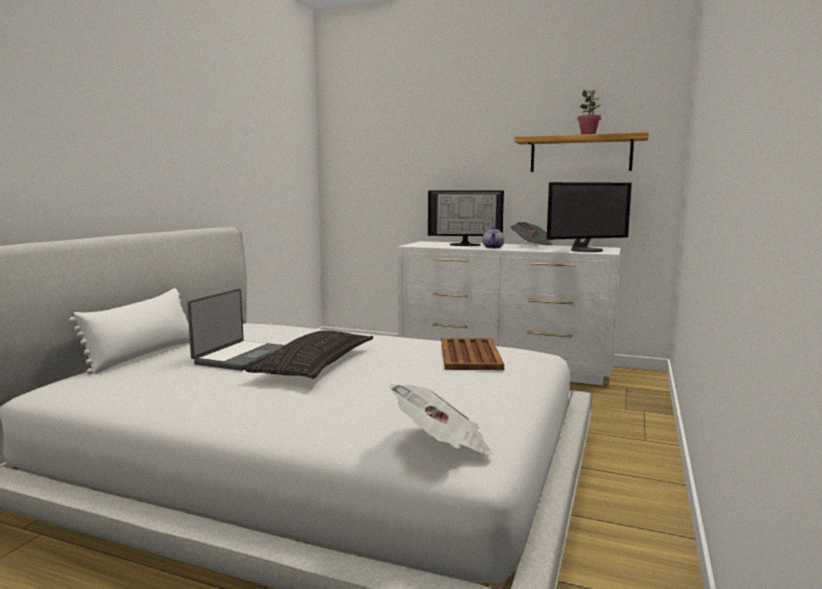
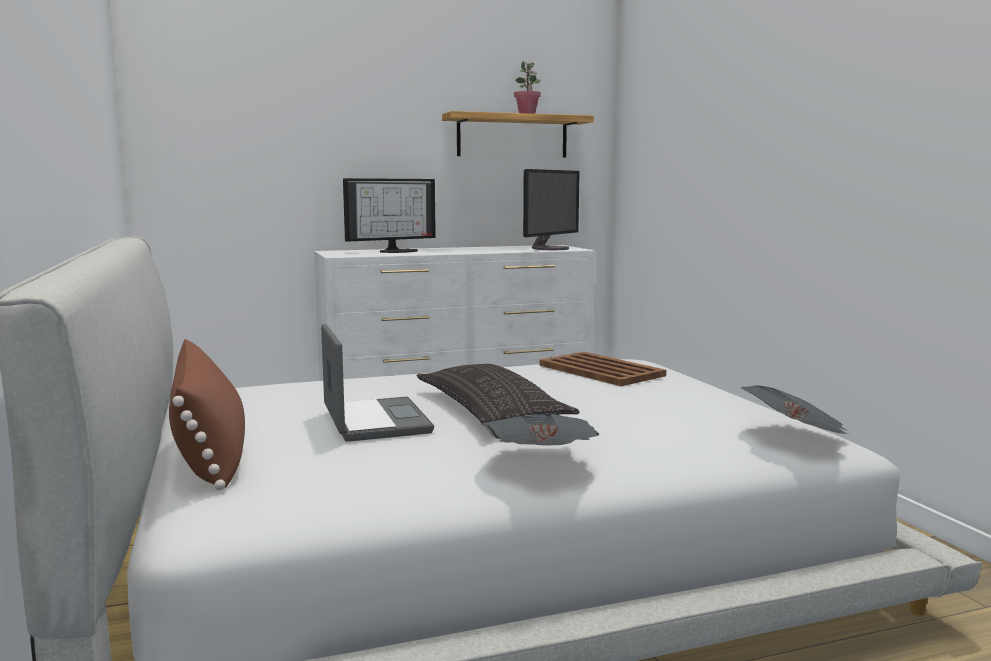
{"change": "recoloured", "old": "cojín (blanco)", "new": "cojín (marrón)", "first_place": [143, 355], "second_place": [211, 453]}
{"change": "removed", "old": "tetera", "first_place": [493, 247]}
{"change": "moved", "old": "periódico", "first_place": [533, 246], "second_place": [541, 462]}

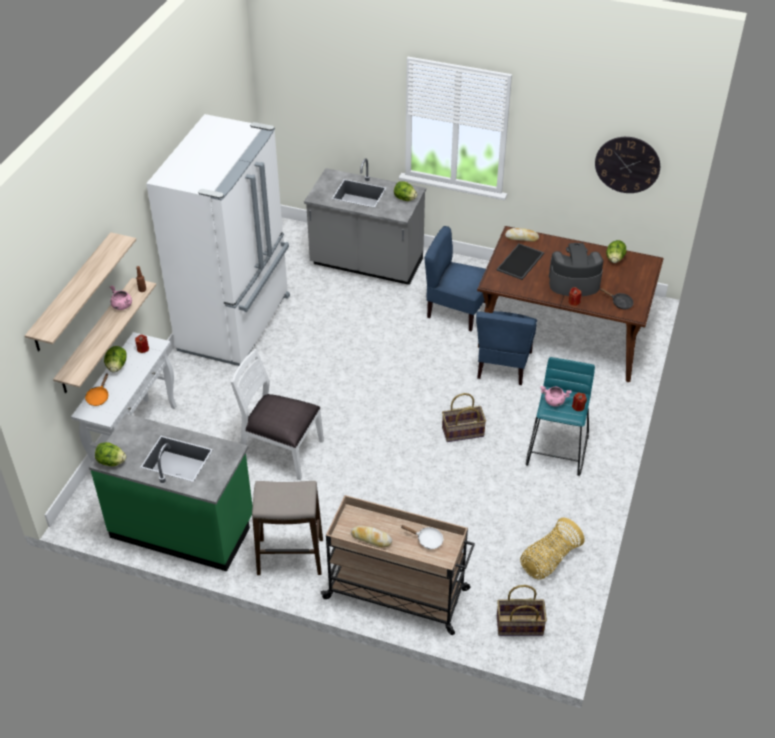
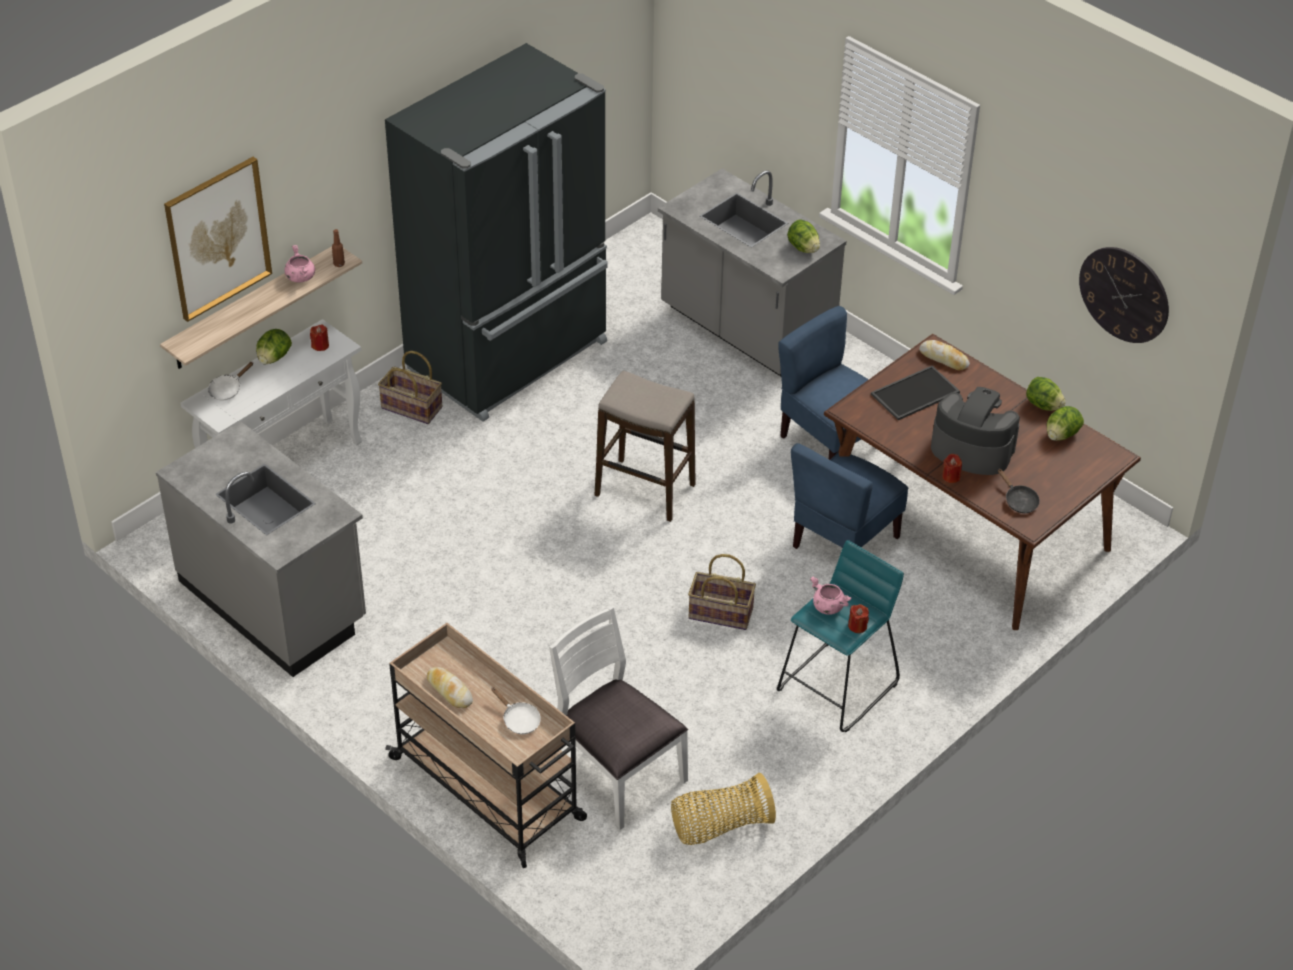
{"change": "replaced", "old": "estante", "new": "cuadro", "first_place": [72, 293], "second_place": [217, 238]}
{"change": "recoloured", "old": "sartén (naranja)", "new": "sartén (blanco)", "first_place": [98, 397], "second_place": [228, 389]}
{"change": "recoloured", "old": "mueble bajo de cocina (verde)", "new": "mueble bajo de cocina (gris)", "first_place": [183, 527], "second_place": [274, 602]}
{"change": "moved", "old": "lechuga", "first_place": [111, 462], "second_place": [1043, 405]}
{"change": "recoloured", "old": "nevera (blanco)", "new": "nevera (negro)", "first_place": [237, 323], "second_place": [510, 356]}
{"change": "moved", "old": "silla (blanco)", "first_place": [281, 450], "second_place": [616, 772]}
{"change": "moved", "old": "taburete", "first_place": [290, 557], "second_place": [645, 490]}
{"change": "moved", "old": "cesta", "first_place": [519, 626], "second_place": [411, 408]}

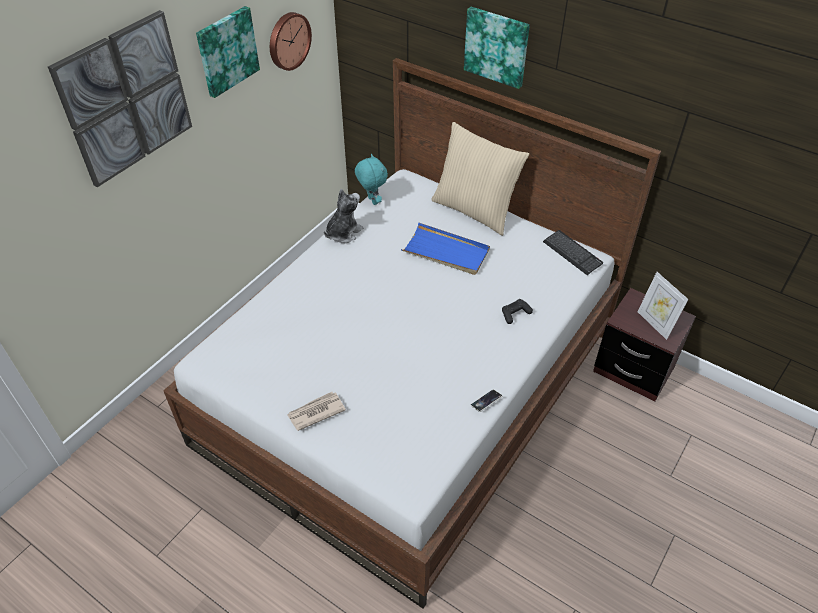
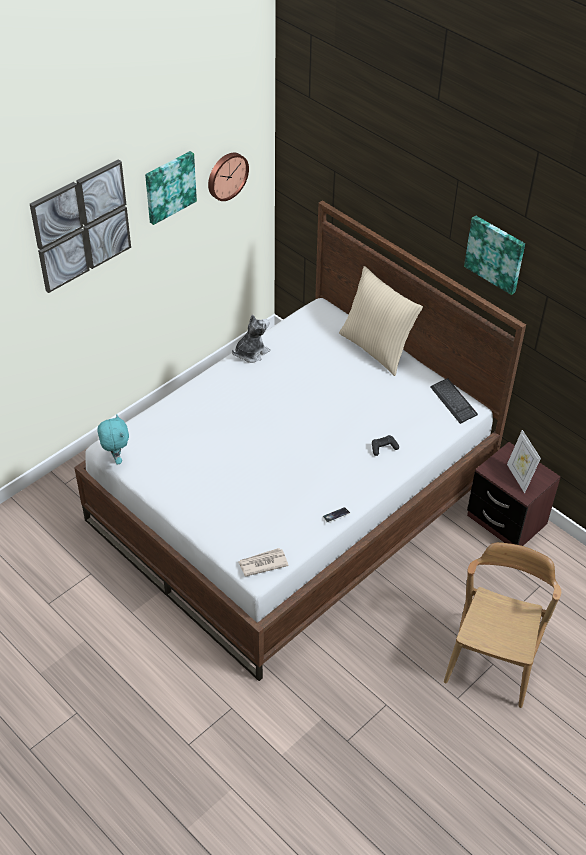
{"change": "moved", "old": "periódico", "first_place": [315, 412], "second_place": [262, 563]}
{"change": "moved", "old": "peluche (turquesa)", "first_place": [372, 201], "second_place": [116, 458]}
{"change": "removed", "old": "bandeja (azul)", "first_place": [446, 252]}
{"change": "moved", "old": "cuadro", "first_place": [497, 46], "second_place": [495, 253]}
{"change": "added", "new": "silla (marrón)", "second_place": [493, 659]}

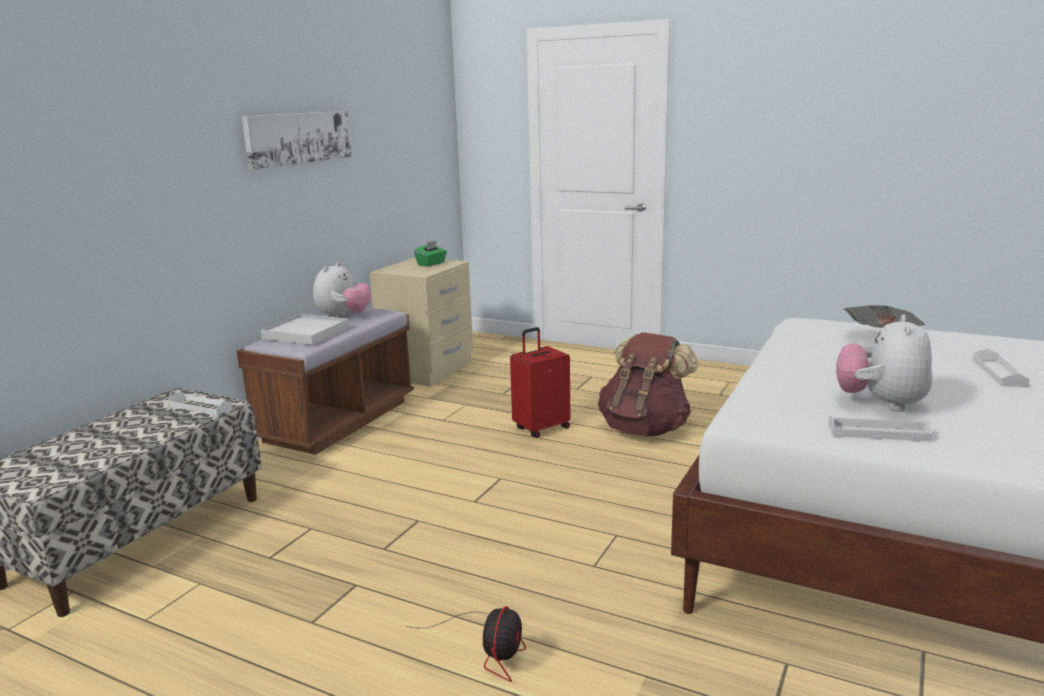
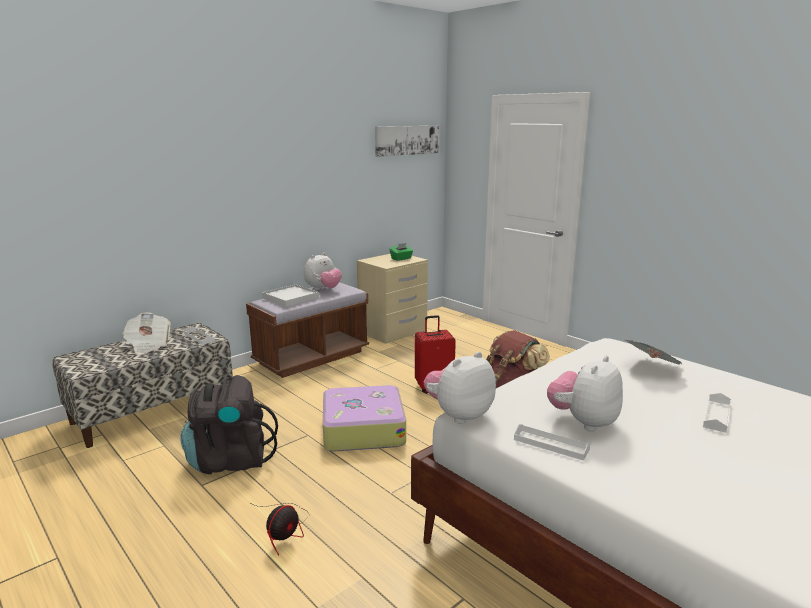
{"change": "moved", "old": "cuadro", "first_place": [298, 138], "second_place": [407, 140]}
{"change": "added", "new": "periódico", "second_place": [148, 345]}
{"change": "added", "new": "mochila (negro)", "second_place": [230, 460]}
{"change": "added", "new": "maleta", "second_place": [362, 429]}
{"change": "added", "new": "peluche", "second_place": [458, 415]}

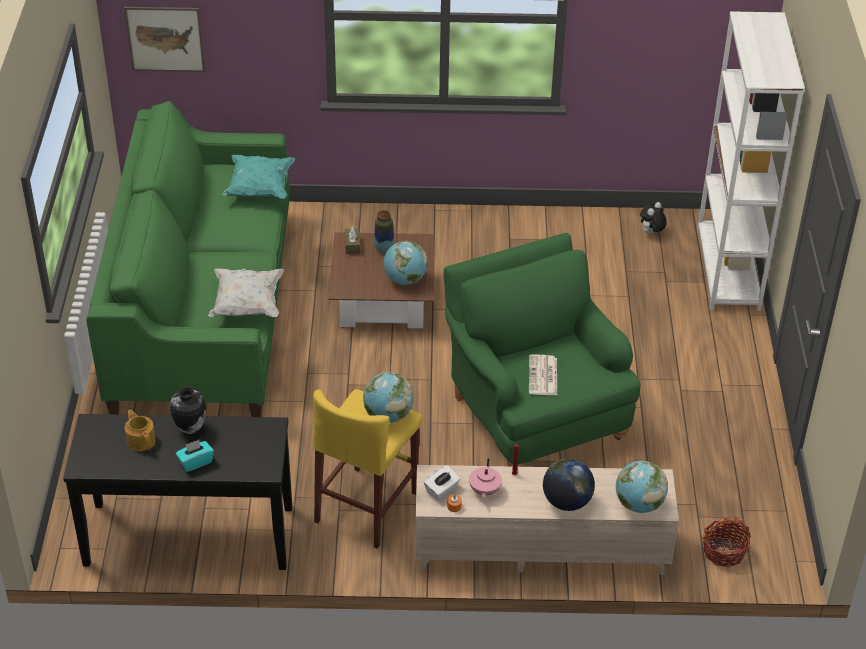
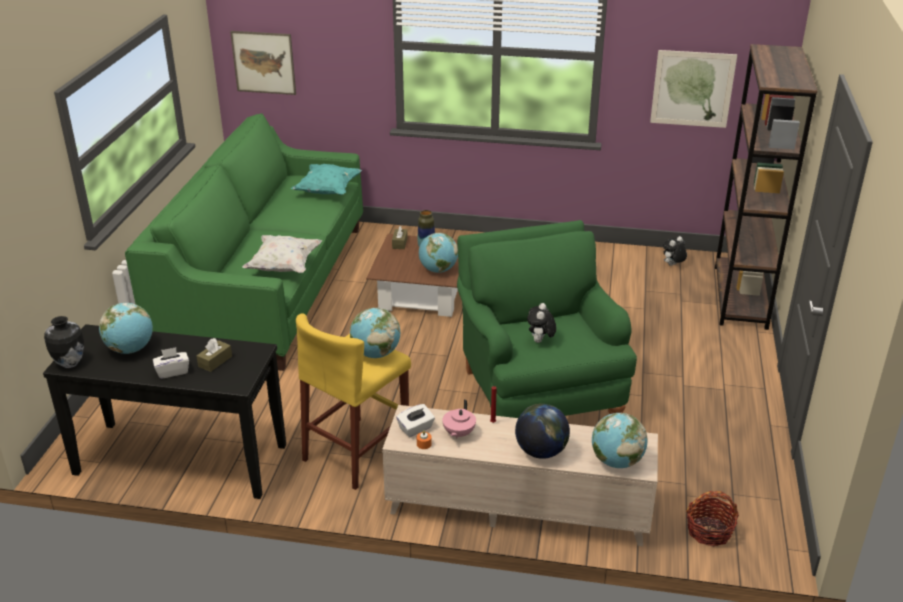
{"change": "replaced", "old": "tetera", "new": "globo terráqueo", "first_place": [141, 440], "second_place": [130, 349]}
{"change": "moved", "old": "florero", "first_place": [190, 429], "second_place": [69, 364]}
{"change": "recoloured", "old": "caja de pañuelos (turquesa)", "new": "caja de pañuelos (blanco)", "first_place": [195, 462], "second_place": [172, 371]}
{"change": "replaced", "old": "periódico", "new": "peluche", "first_place": [543, 376], "second_place": [540, 341]}
{"change": "recoloured", "old": "estantería (blanco)", "new": "estantería (marrón)", "first_place": [728, 270], "second_place": [740, 297]}
{"change": "added", "new": "caja de pañuelos (marrón)", "second_place": [215, 361]}
{"change": "added", "new": "cuadro", "second_place": [692, 89]}

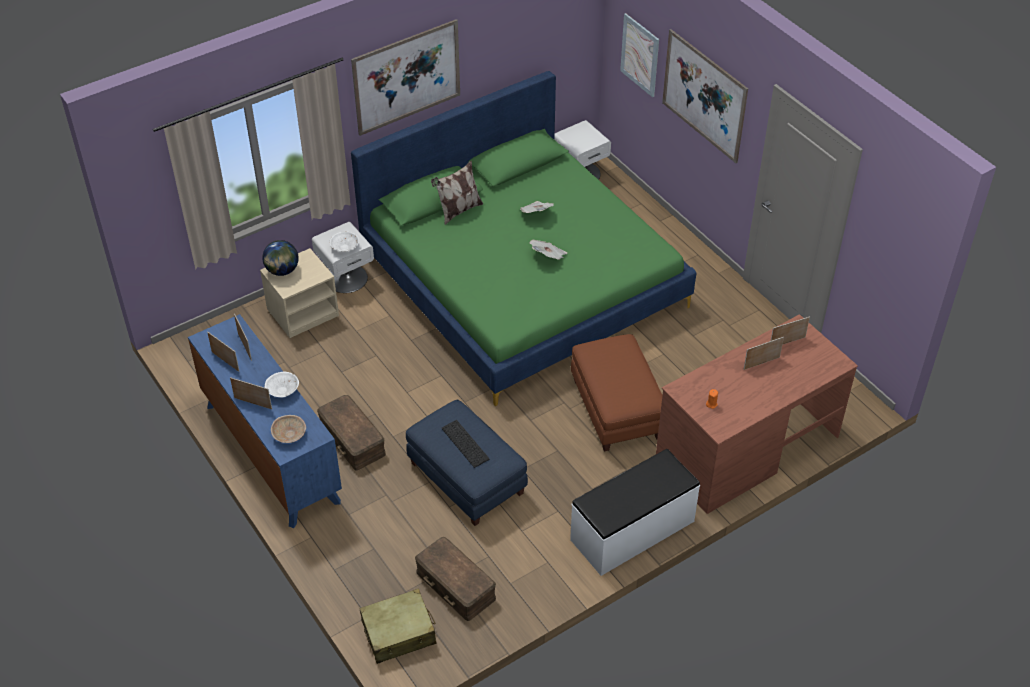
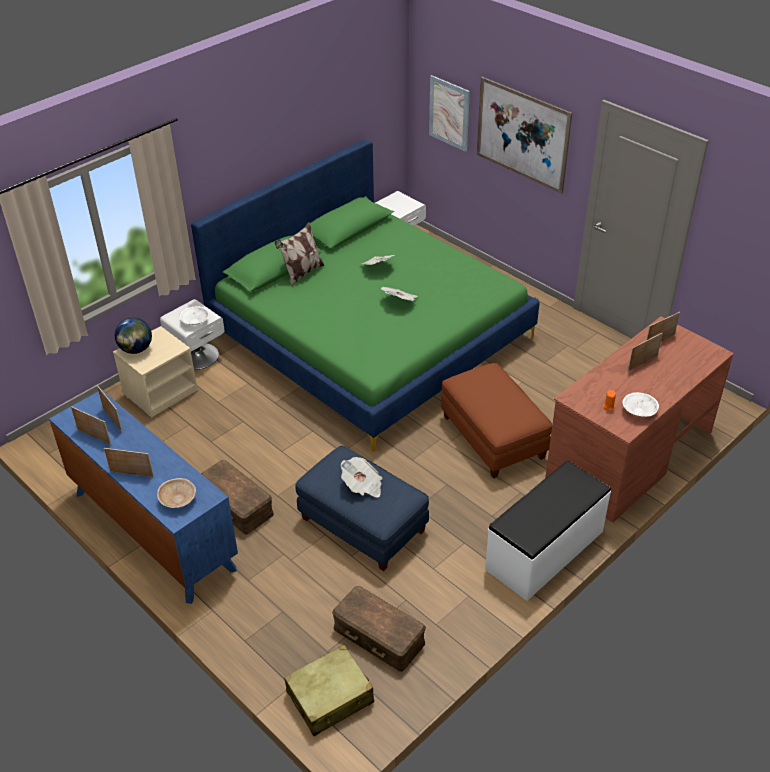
{"change": "moved", "old": "cuenco (blanco)", "first_place": [283, 390], "second_place": [639, 411]}
{"change": "removed", "old": "cuadro", "first_place": [407, 77]}
{"change": "replaced", "old": "teclado", "new": "periódico", "first_place": [466, 443], "second_place": [362, 486]}

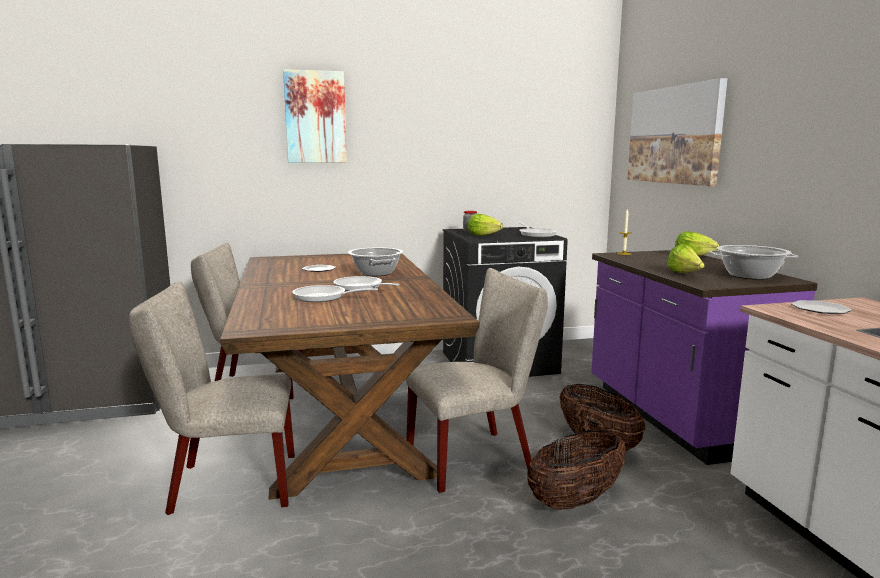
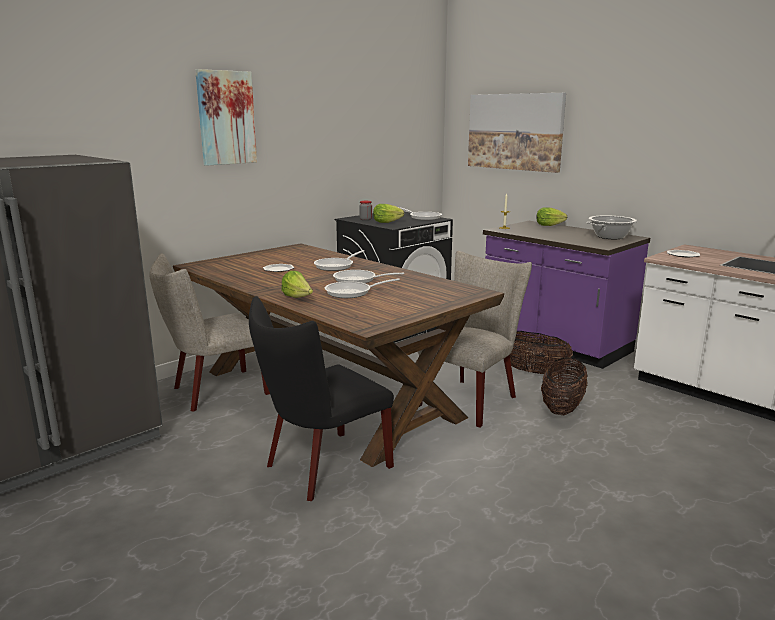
{"change": "recoloured", "old": "silla (beis)", "new": "silla (negro)", "first_place": [225, 484], "second_place": [321, 468]}
{"change": "replaced", "old": "olla", "new": "sartén", "first_place": [376, 273], "second_place": [336, 266]}
{"change": "moved", "old": "lechuga", "first_place": [685, 274], "second_place": [298, 298]}

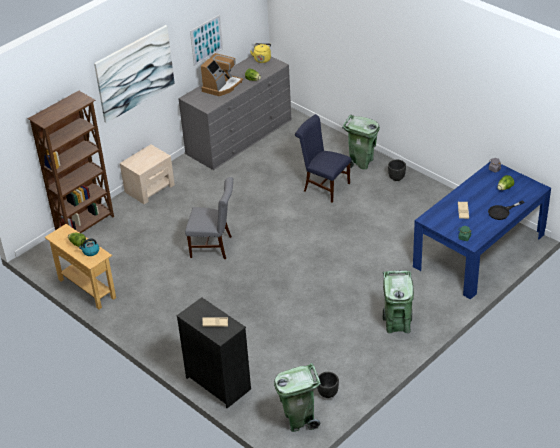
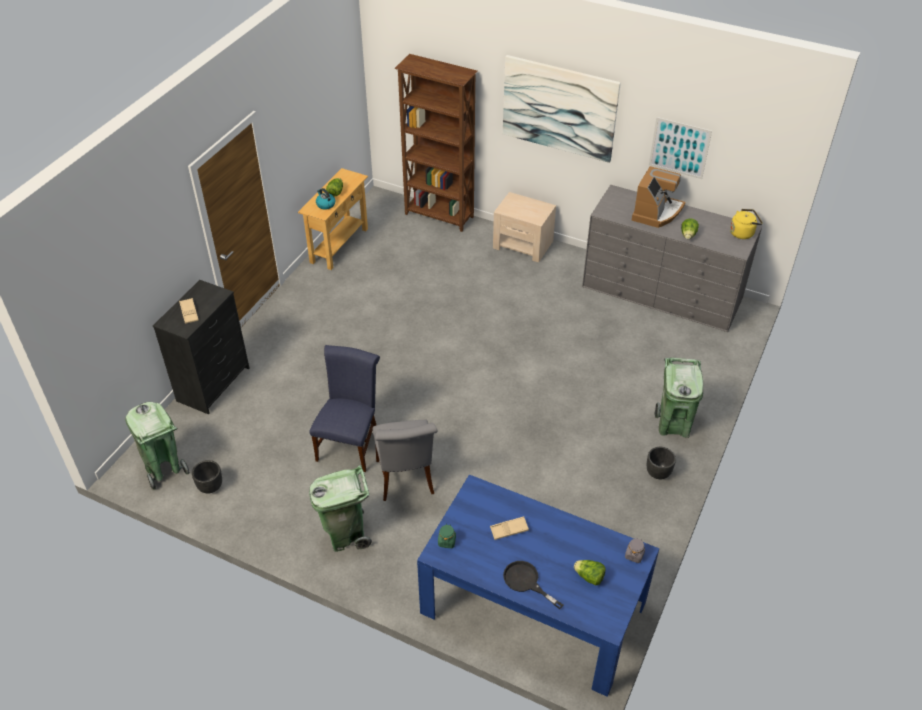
{"change": "moved", "old": "silla (gris)", "first_place": [214, 246], "second_place": [406, 480]}
{"change": "turned", "old": "cafetera", "first_place": [222, 86], "second_place": [656, 212], "degrees": -75}
{"change": "moved", "old": "silla (azul)", "first_place": [324, 186], "second_place": [350, 444]}

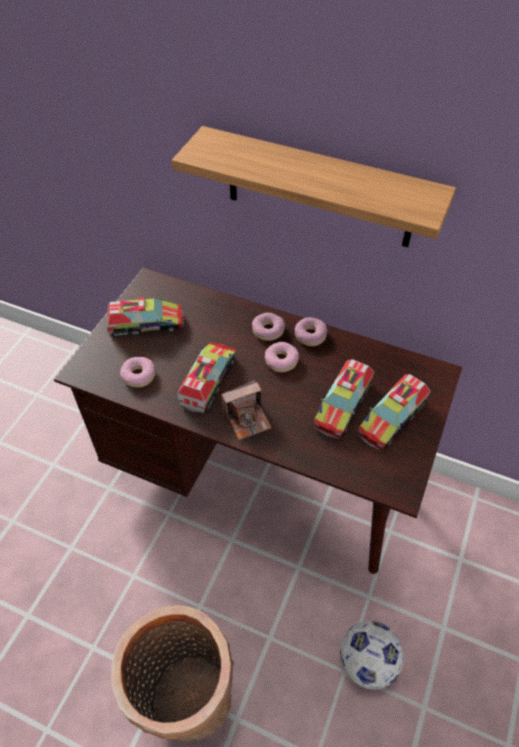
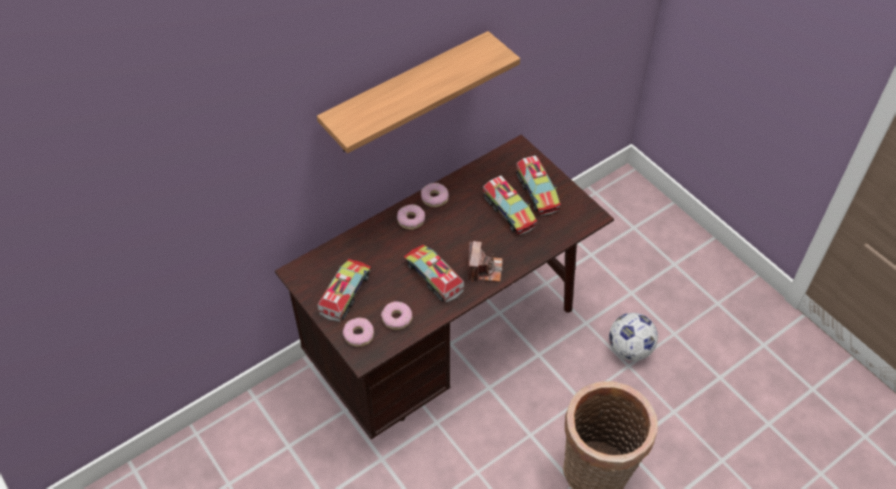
{"change": "moved", "old": "rosquilla", "first_place": [281, 360], "second_place": [359, 335]}

